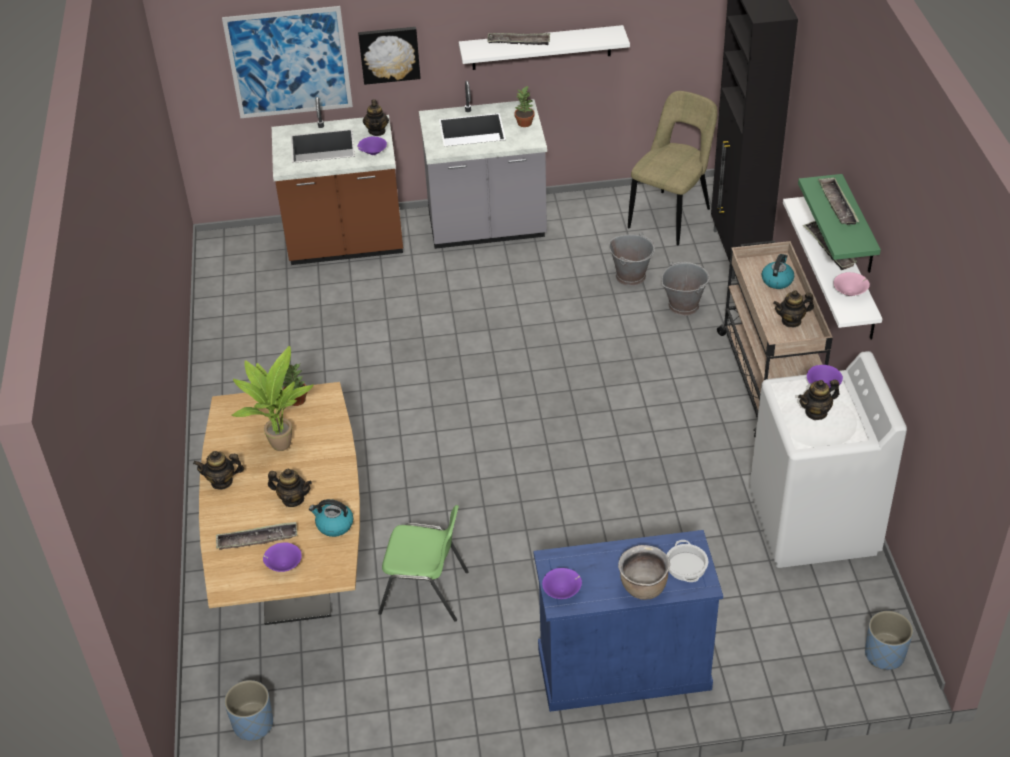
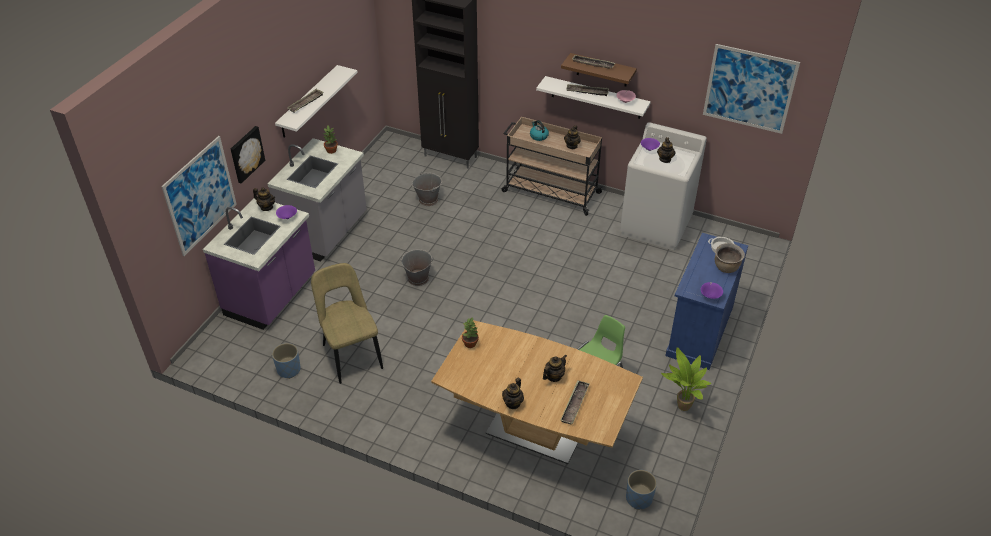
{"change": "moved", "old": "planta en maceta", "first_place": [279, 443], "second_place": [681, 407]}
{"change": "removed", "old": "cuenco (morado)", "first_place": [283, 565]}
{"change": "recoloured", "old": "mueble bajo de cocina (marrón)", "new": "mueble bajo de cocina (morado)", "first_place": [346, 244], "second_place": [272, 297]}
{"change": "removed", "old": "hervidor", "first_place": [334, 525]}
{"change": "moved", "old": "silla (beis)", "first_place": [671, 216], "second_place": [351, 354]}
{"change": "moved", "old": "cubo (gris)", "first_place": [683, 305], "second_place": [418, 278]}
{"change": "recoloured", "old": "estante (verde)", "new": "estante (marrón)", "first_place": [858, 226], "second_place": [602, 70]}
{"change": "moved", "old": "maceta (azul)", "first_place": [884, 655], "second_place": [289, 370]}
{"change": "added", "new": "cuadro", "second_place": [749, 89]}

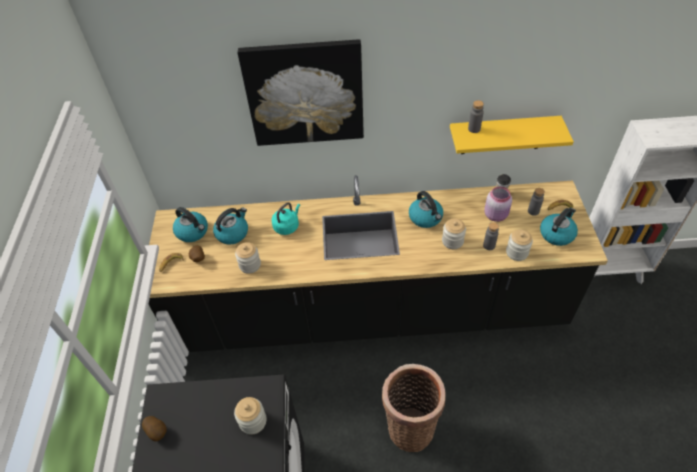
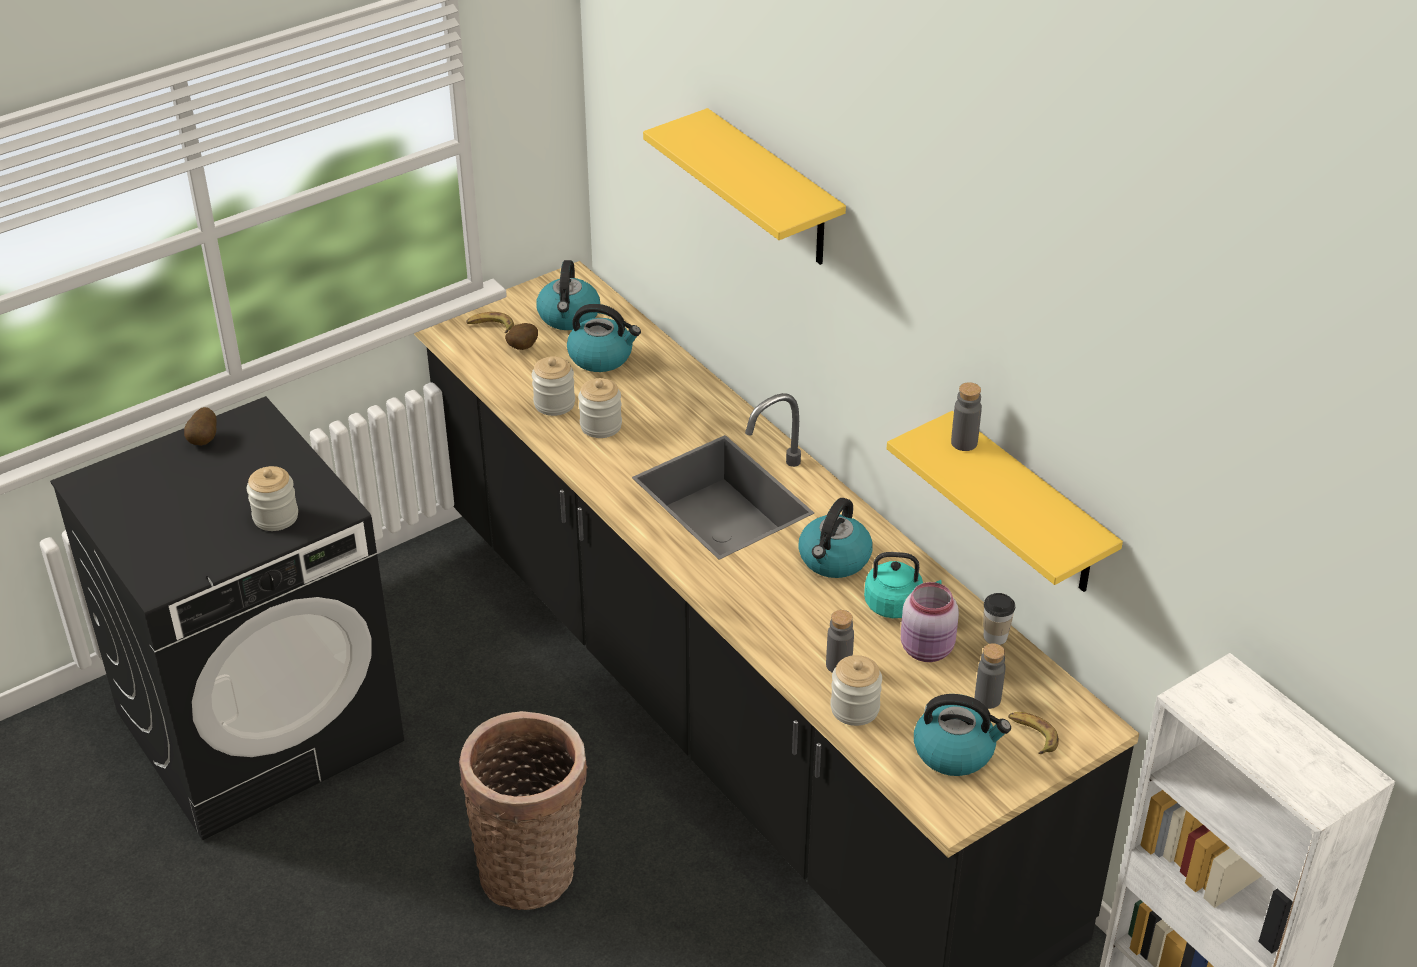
{"change": "replaced", "old": "cuadro", "new": "estante (amarillo)", "first_place": [305, 93], "second_place": [773, 191]}
{"change": "moved", "old": "hervidor (turquesa)", "first_place": [287, 226], "second_place": [896, 604]}
{"change": "moved", "old": "tarro", "first_place": [452, 241], "second_place": [601, 426]}

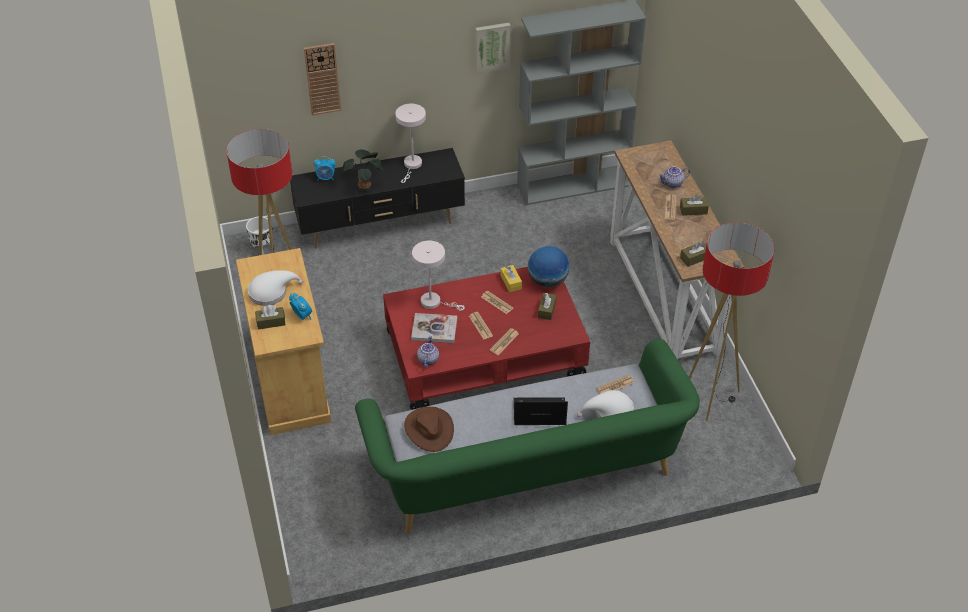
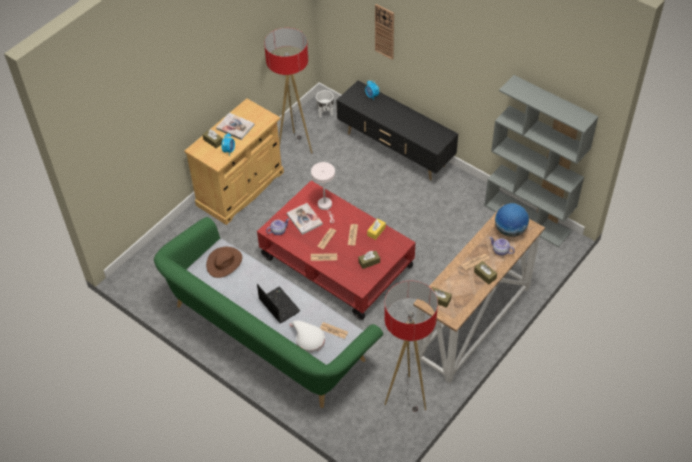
{"change": "replaced", "old": "sombrero (blanco)", "new": "libro", "first_place": [271, 292], "second_place": [235, 127]}
{"change": "removed", "old": "planta en maceta", "first_place": [365, 186]}
{"change": "removed", "old": "lámpara de mesa (blanco)", "first_place": [412, 165]}
{"change": "removed", "old": "cuadro", "first_place": [492, 46]}
{"change": "moved", "old": "globo terráqueo", "first_place": [548, 281], "second_place": [510, 230]}

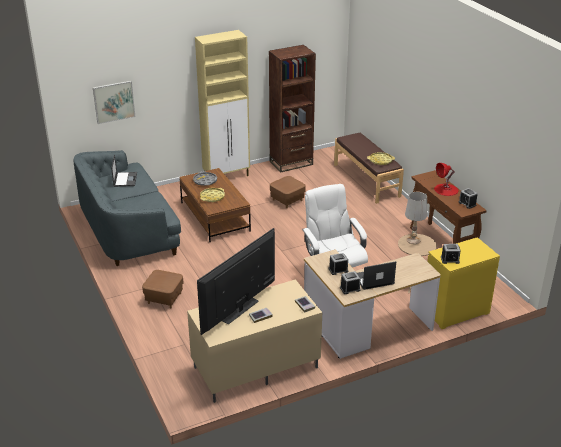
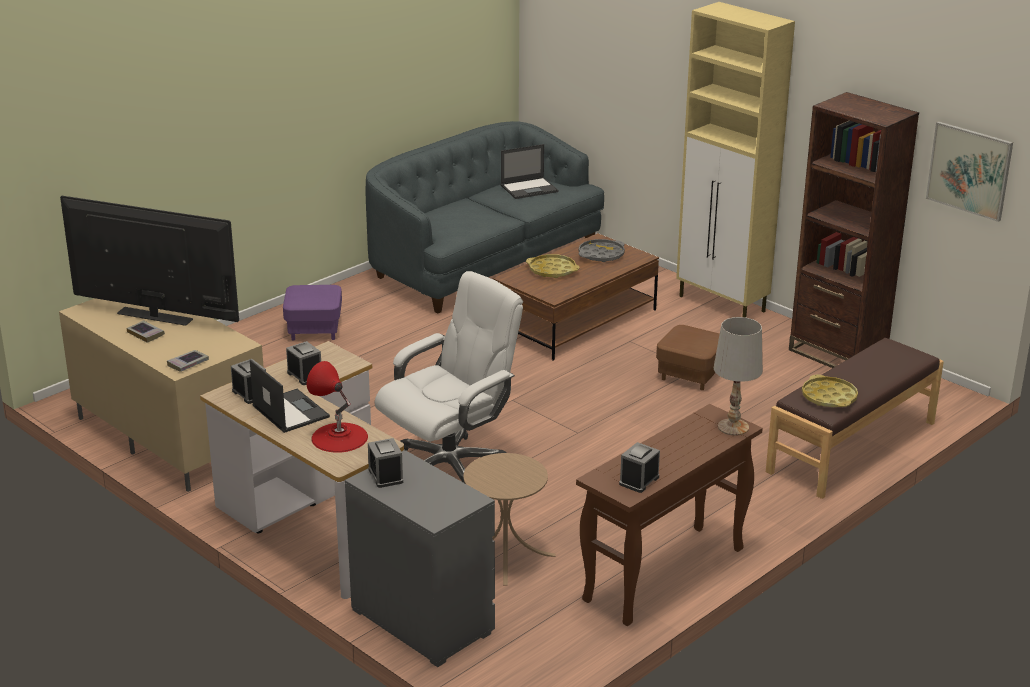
{"change": "moved", "old": "cuadro", "first_place": [114, 102], "second_place": [969, 170]}
{"change": "recoloured", "old": "puf (marrón)", "new": "puf (morado)", "first_place": [164, 298], "second_place": [314, 329]}
{"change": "moved", "old": "lámpara de mesa (blanco)", "first_place": [413, 240], "second_place": [732, 427]}
{"change": "recoloured", "old": "cómoda (amarillo)", "new": "cómoda (gris)", "first_place": [455, 311], "second_place": [421, 620]}
{"change": "moved", "old": "lámpara de mesa (rojo)", "first_place": [446, 189], "second_place": [339, 437]}

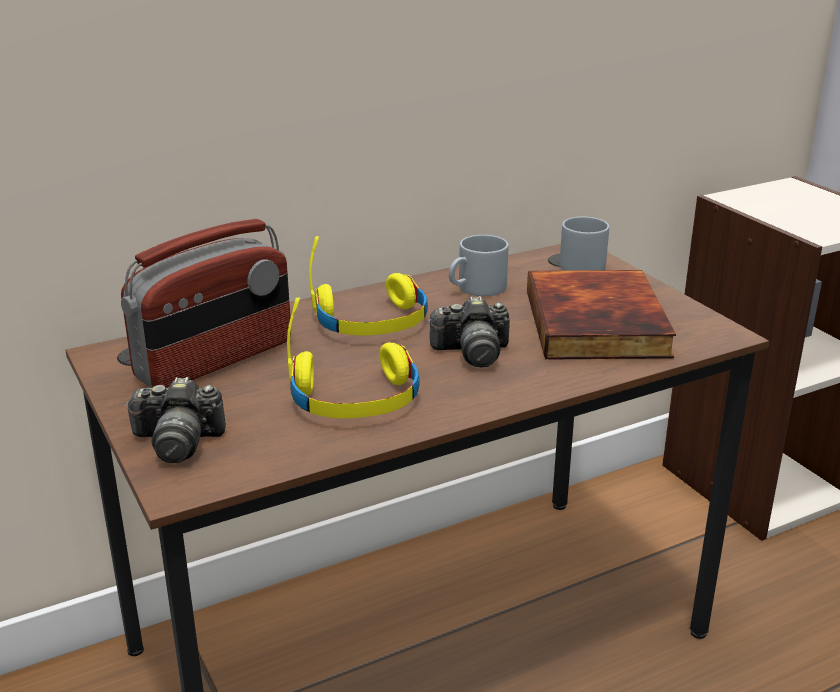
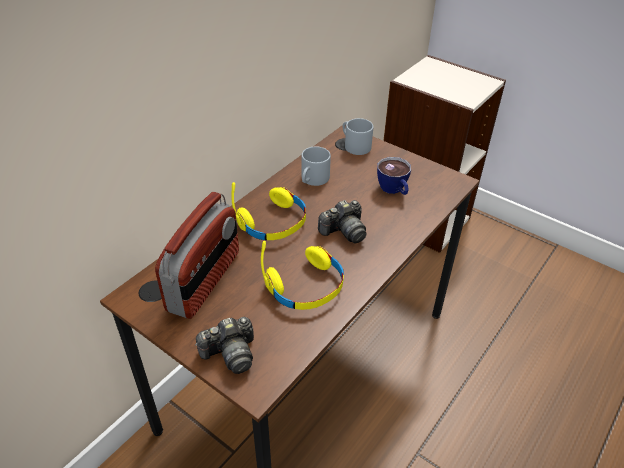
{"change": "replaced", "old": "libro", "new": "taza", "first_place": [599, 324], "second_place": [394, 190]}

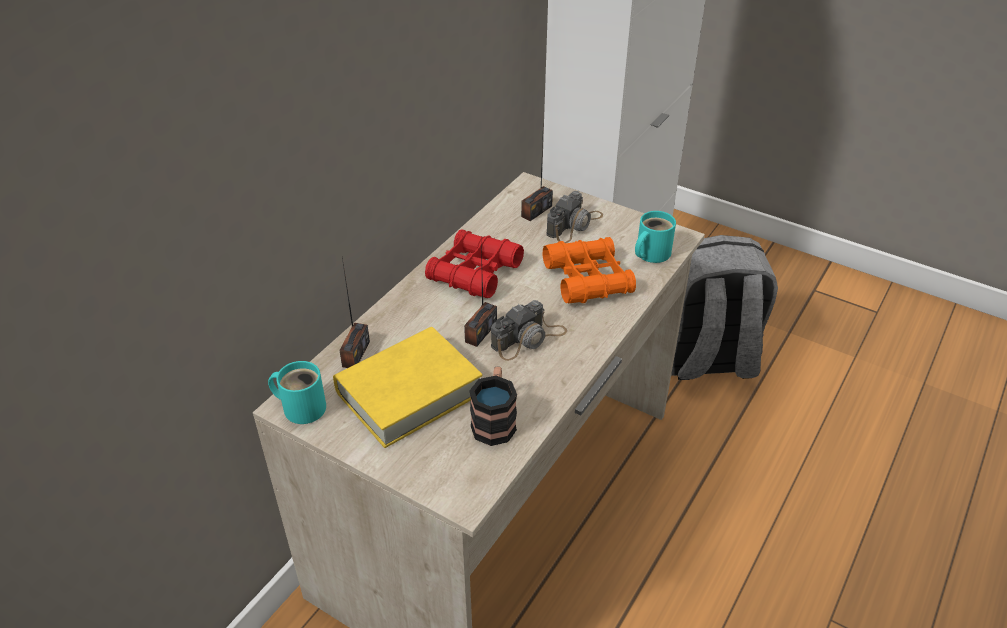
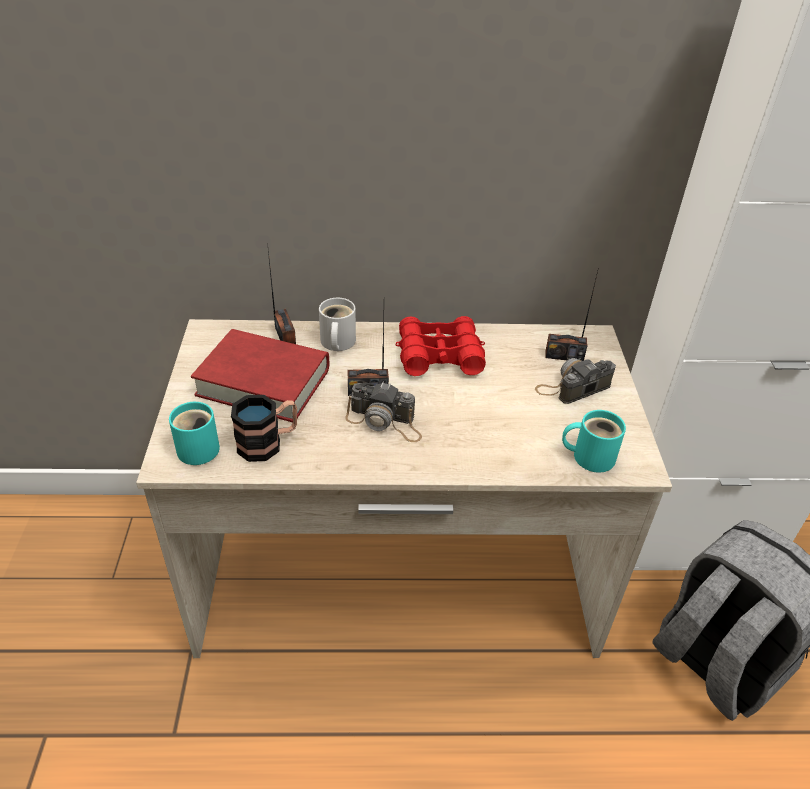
{"change": "moved", "old": "taza grande (turquesa)", "first_place": [302, 406], "second_place": [199, 446]}
{"change": "recoloured", "old": "libro (amarillo)", "new": "libro (rojo)", "first_place": [409, 393], "second_place": [263, 382]}
{"change": "turned", "old": "radio", "first_place": [355, 354], "second_place": [285, 337], "degrees": -90}
{"change": "removed", "old": "prismáticos (naranja)", "first_place": [588, 279]}
{"change": "turned", "old": "cámara", "first_place": [574, 224], "second_place": [573, 387], "degrees": 150}
{"change": "added", "new": "taza grande (blanco)", "second_place": [336, 342]}

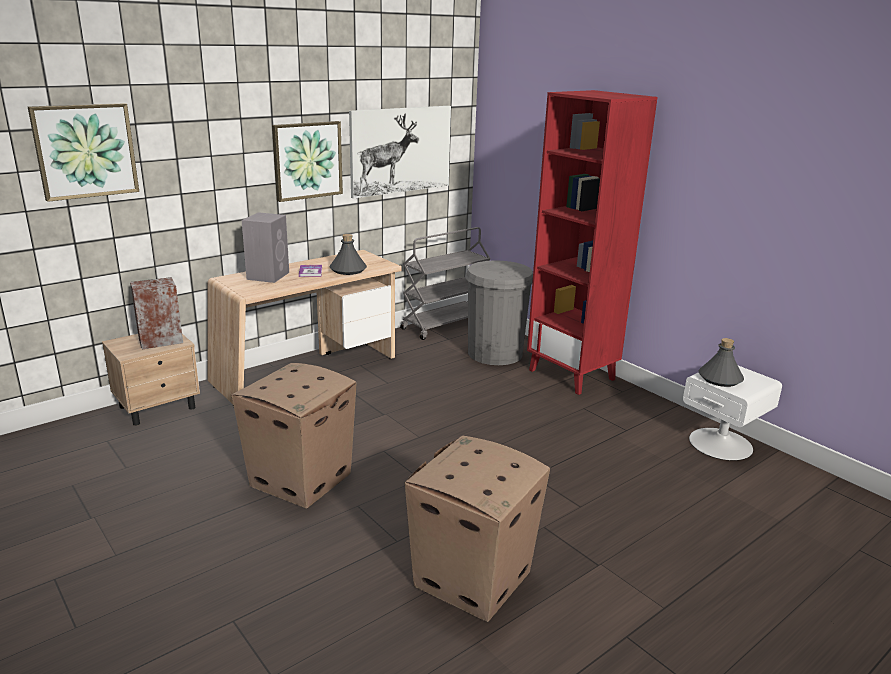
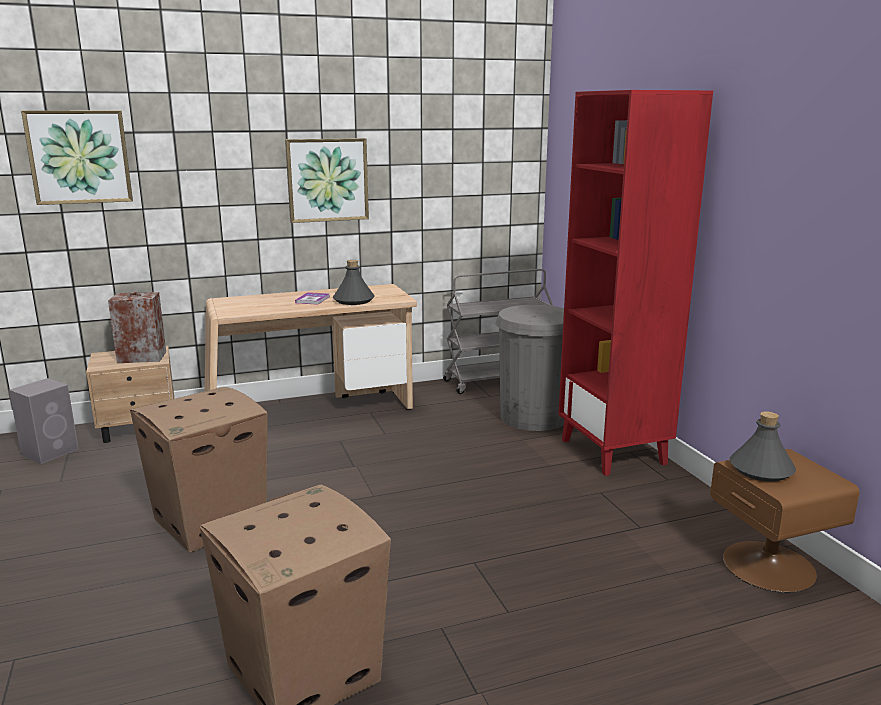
{"change": "moved", "old": "altavoz (gris)", "first_place": [268, 275], "second_place": [51, 451]}
{"change": "removed", "old": "cuadro", "first_place": [400, 150]}
{"change": "recoloured", "old": "mesita de noche (blanco)", "new": "mesita de noche (marrón)", "first_place": [721, 443], "second_place": [770, 565]}

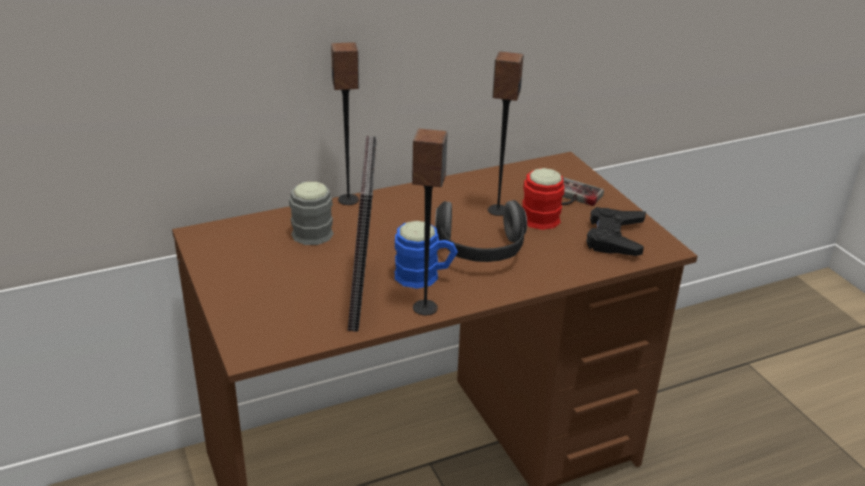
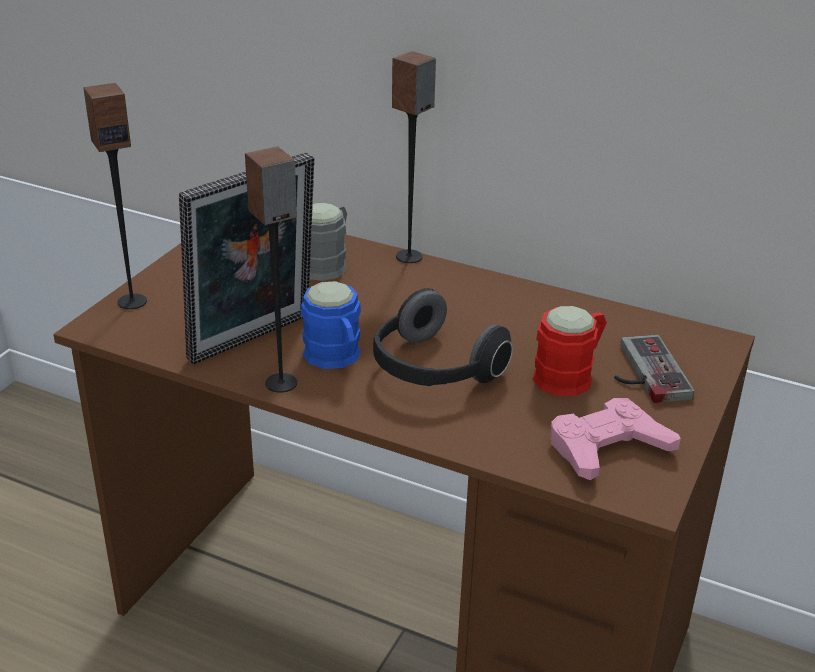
{"change": "moved", "old": "altavoz", "first_place": [497, 210], "second_place": [132, 301]}
{"change": "recoloured", "old": "mando de consola (negro)", "new": "mando de consola (rosa)", "first_place": [614, 237], "second_place": [607, 447]}

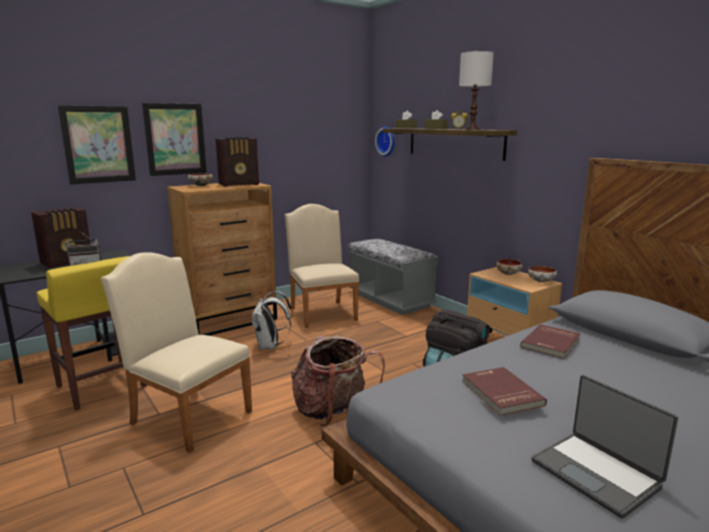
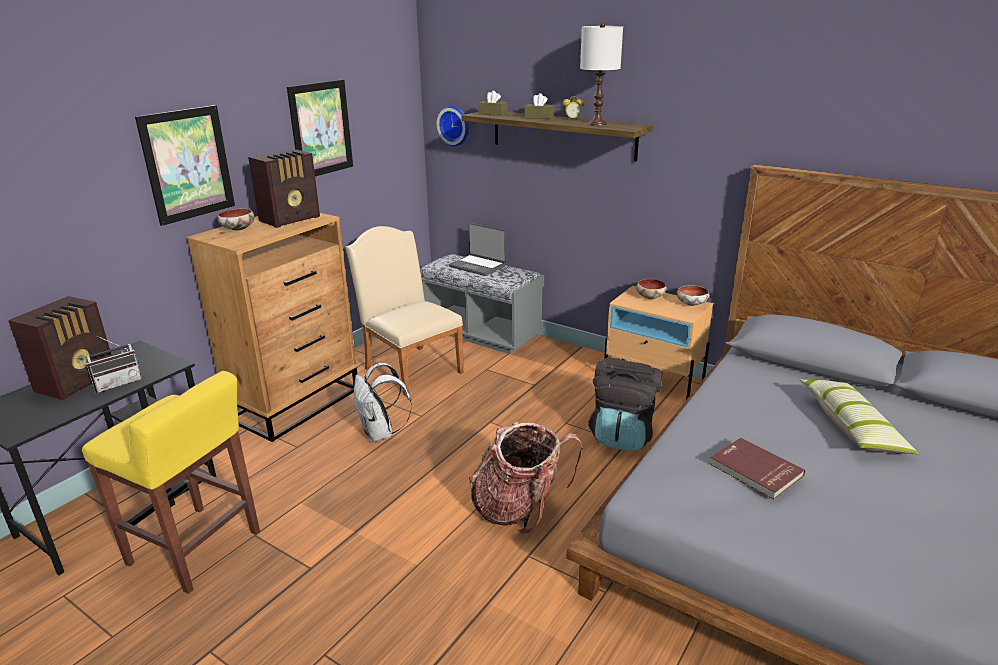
{"change": "moved", "old": "cuadro", "first_place": [98, 144], "second_place": [321, 129]}
{"change": "removed", "old": "silla (beis)", "first_place": [187, 414]}
{"change": "removed", "old": "libro (rojo)", "first_place": [551, 343]}
{"change": "moved", "old": "portátil", "first_place": [596, 473], "second_place": [478, 266]}
{"change": "added", "new": "cojín", "second_place": [852, 426]}

